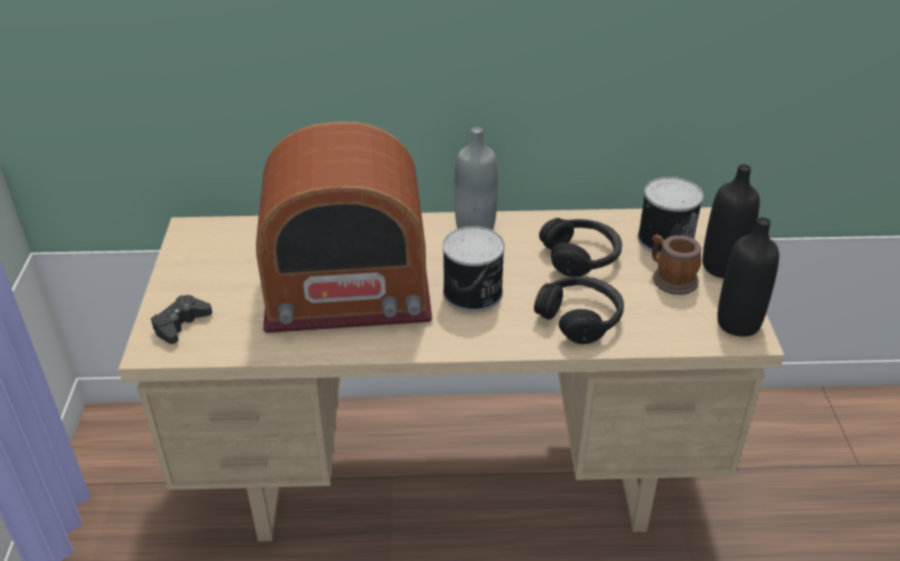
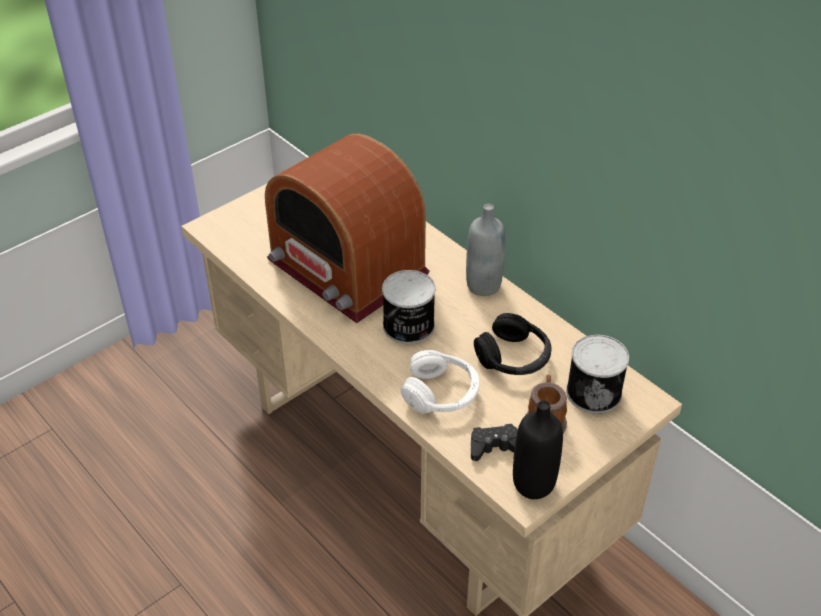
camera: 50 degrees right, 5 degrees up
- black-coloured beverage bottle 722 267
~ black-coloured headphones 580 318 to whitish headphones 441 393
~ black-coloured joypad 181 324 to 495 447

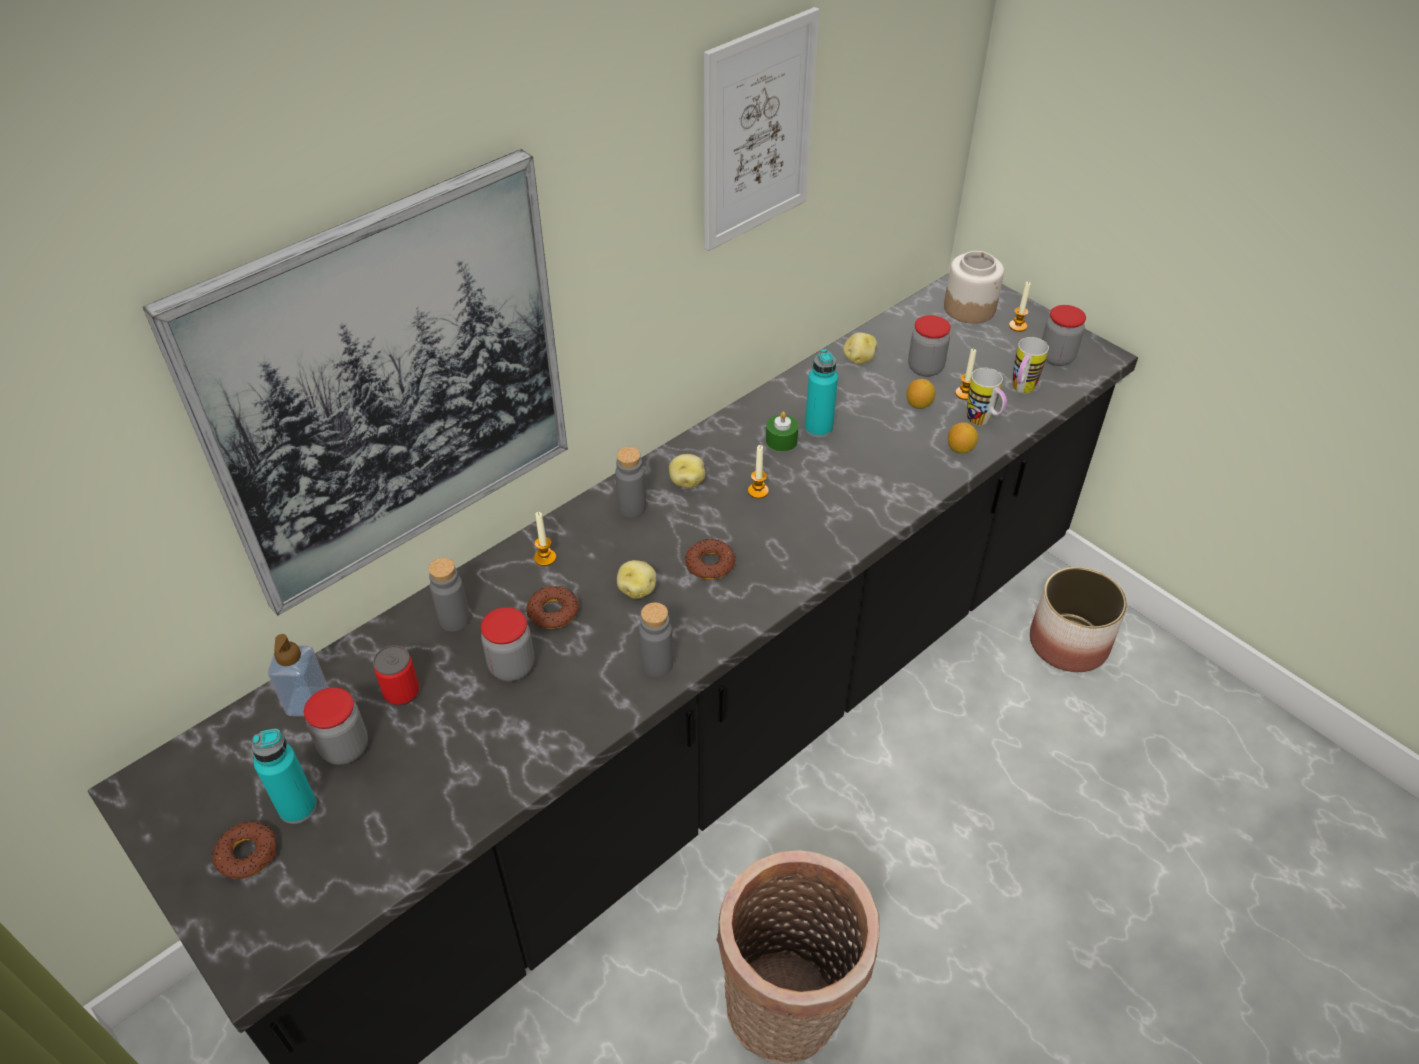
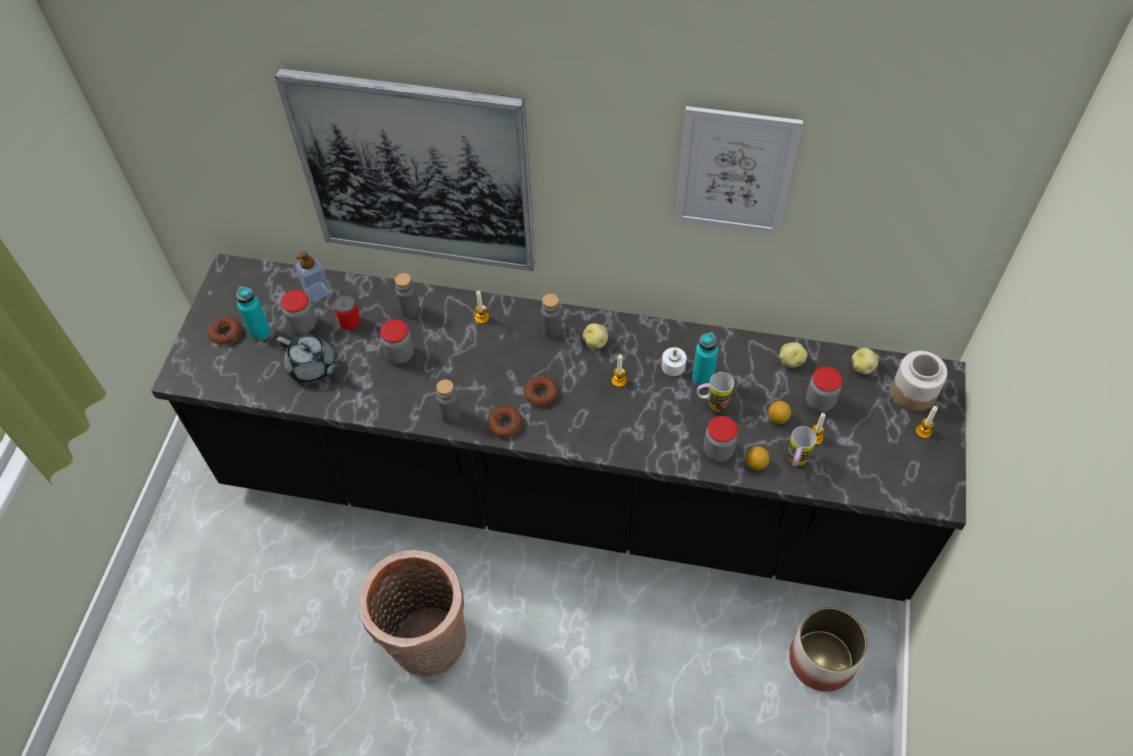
camera: 55 degrees right, 10 degrees up
~ storage jar 1056 357 to 718 451
~ mug 1020 391 to 712 405
~ green-coloured wax light 781 440 to whitish wax light 673 366
~ spud 637 589 to 863 367
~ donut 553 612 to 505 424
+ gray teapot 313 367

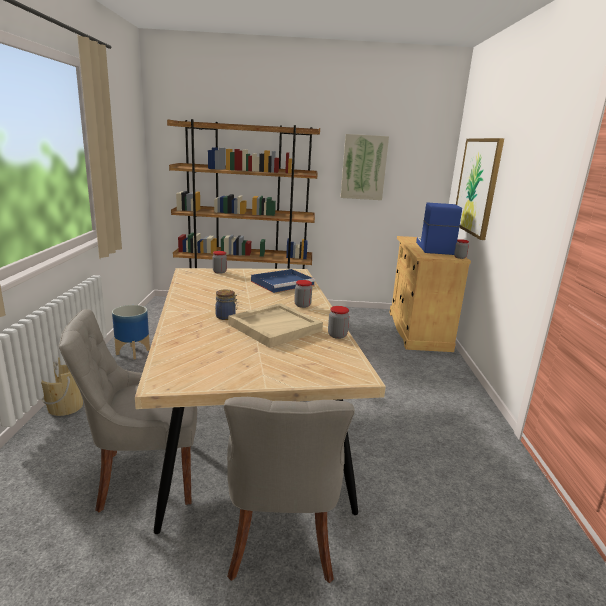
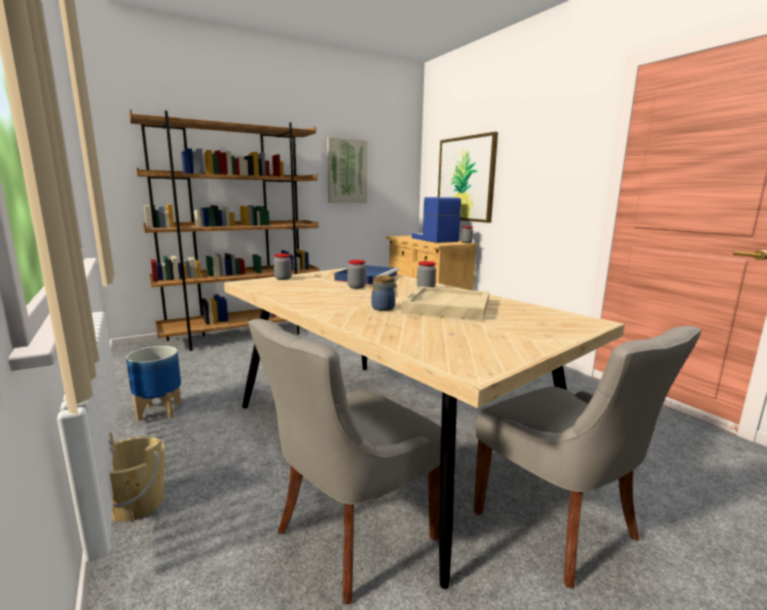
camera: 30 degrees left, 5 degrees down
~ storage jar 337 335 to 356 287

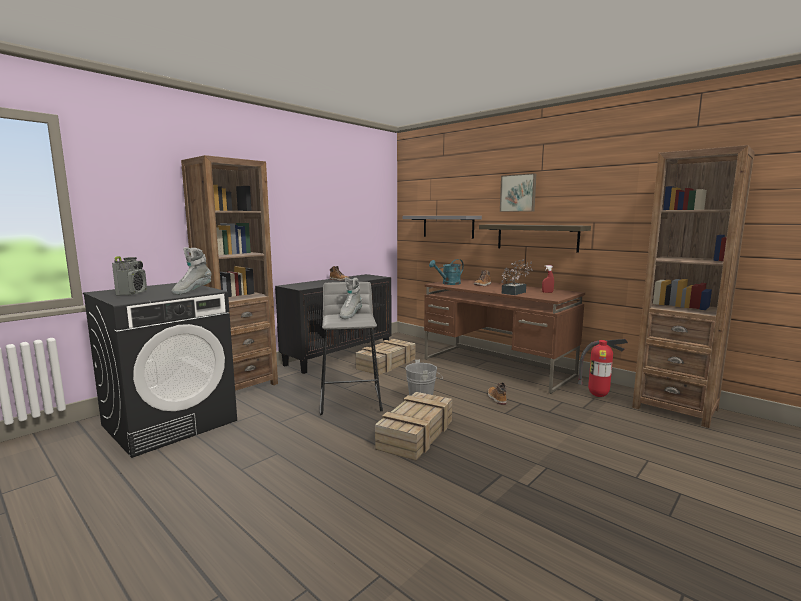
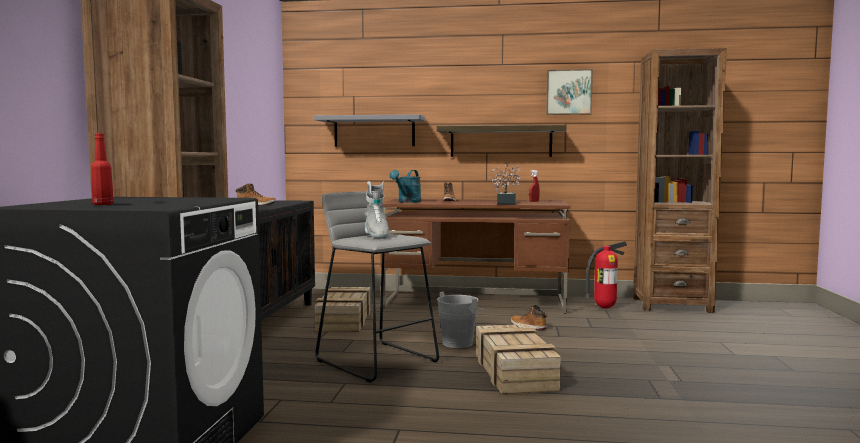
camera: 35 degrees left, 5 degrees down
~ picture 518 193 to 569 92
- gray tall boot 192 291
~ radio 132 293 to reddish beverage bottle 103 204

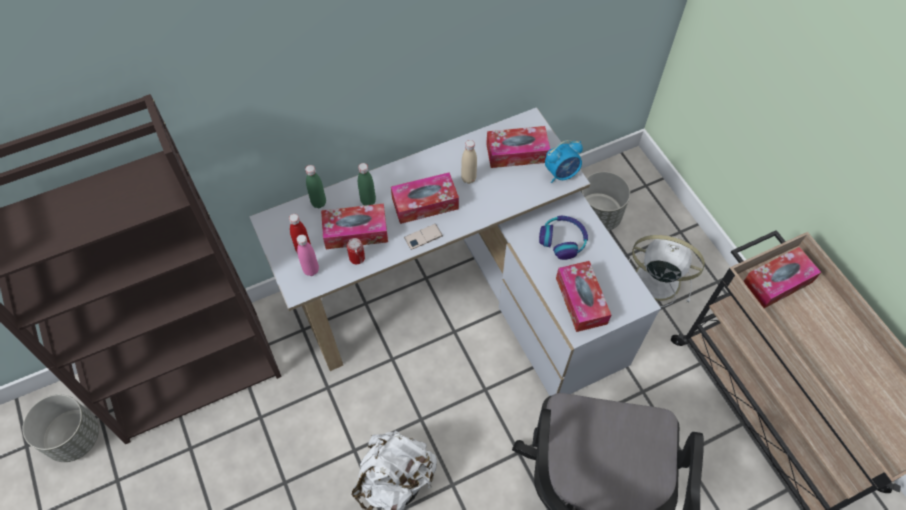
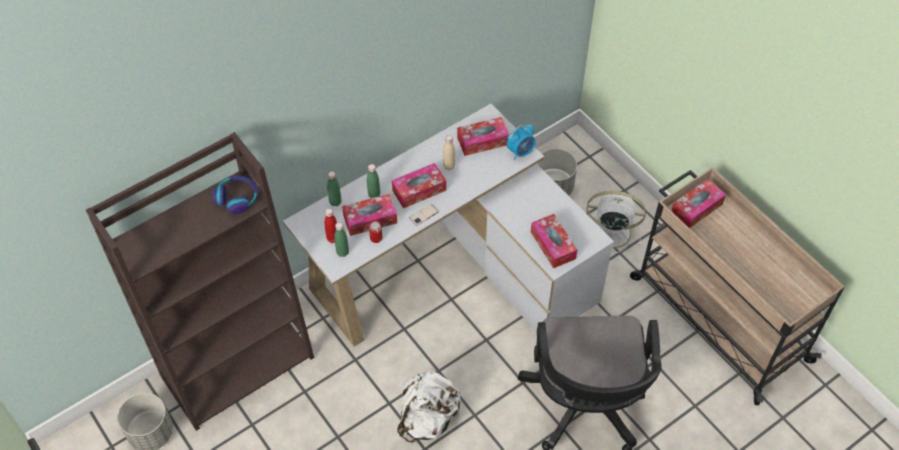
camera: 10 degrees left, 5 degrees down
~ headphones 563 240 to 237 197
~ pinkish beverage bottle 311 270 to green-coloured beverage bottle 342 252

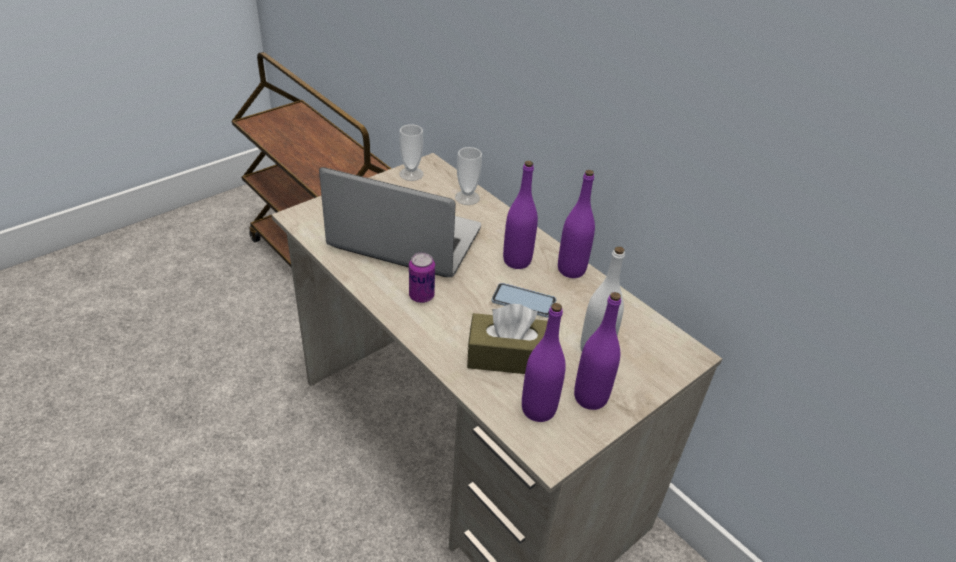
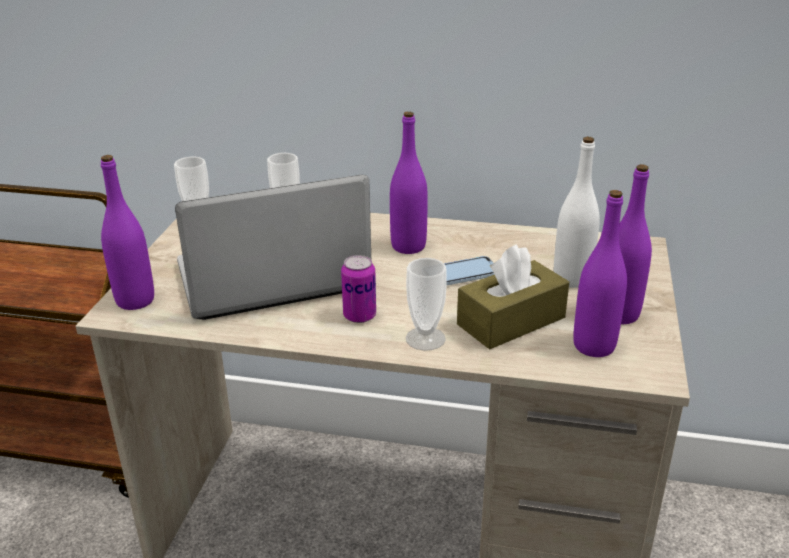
camera: 35 degrees left, 10 degrees down
~ purple-coloured beverage bottle 571 270 to 135 300
+ drinking cup 425 338

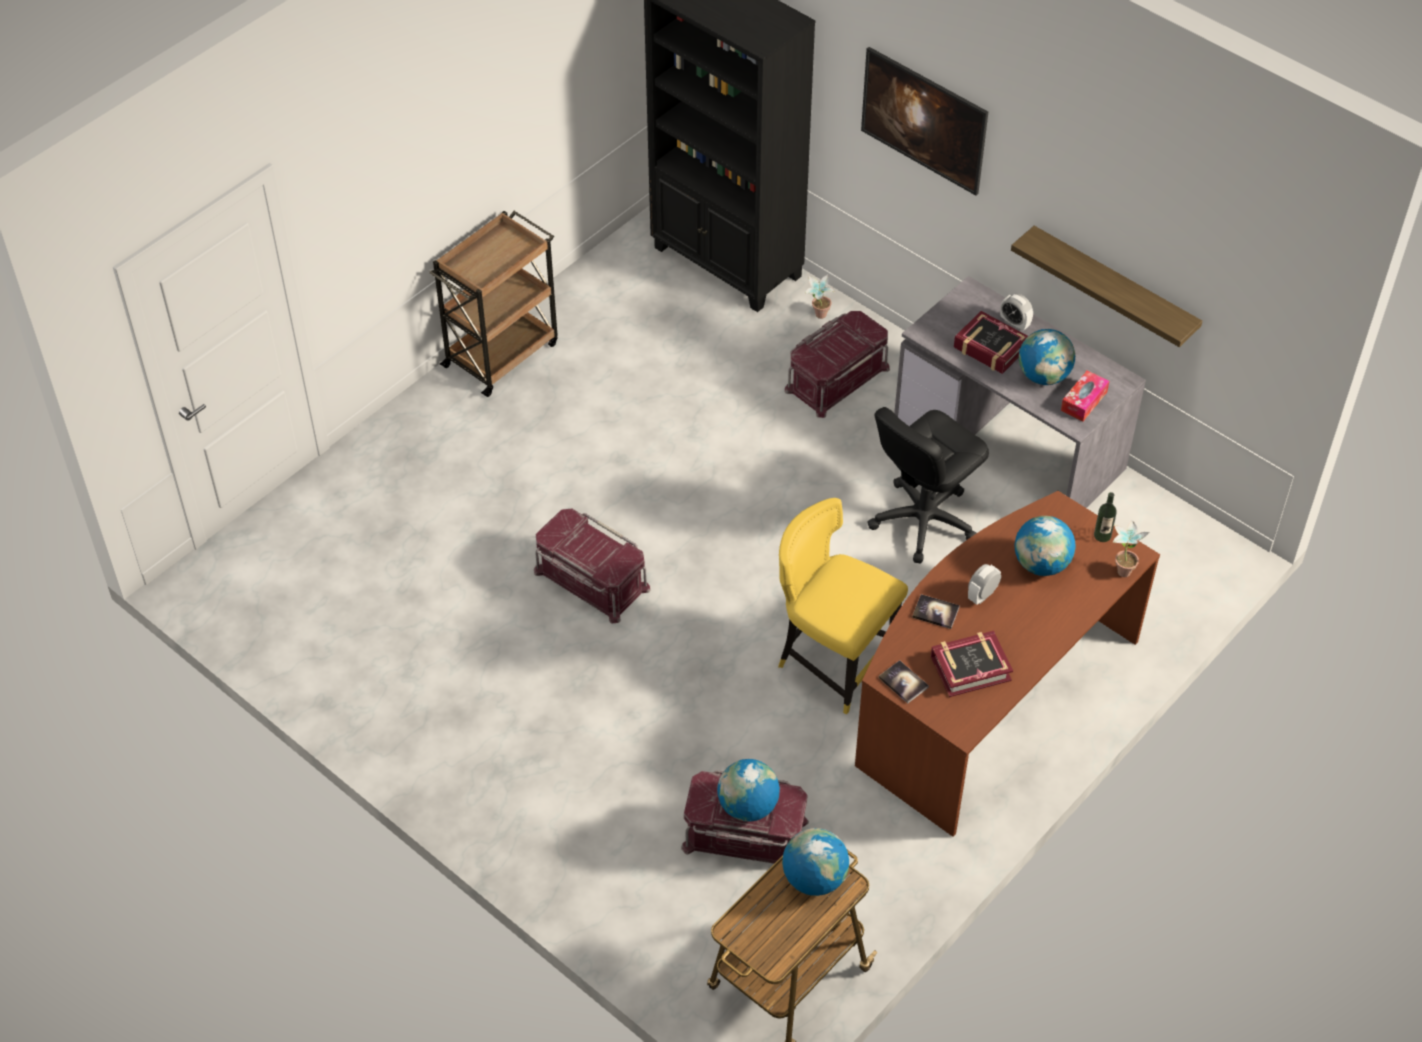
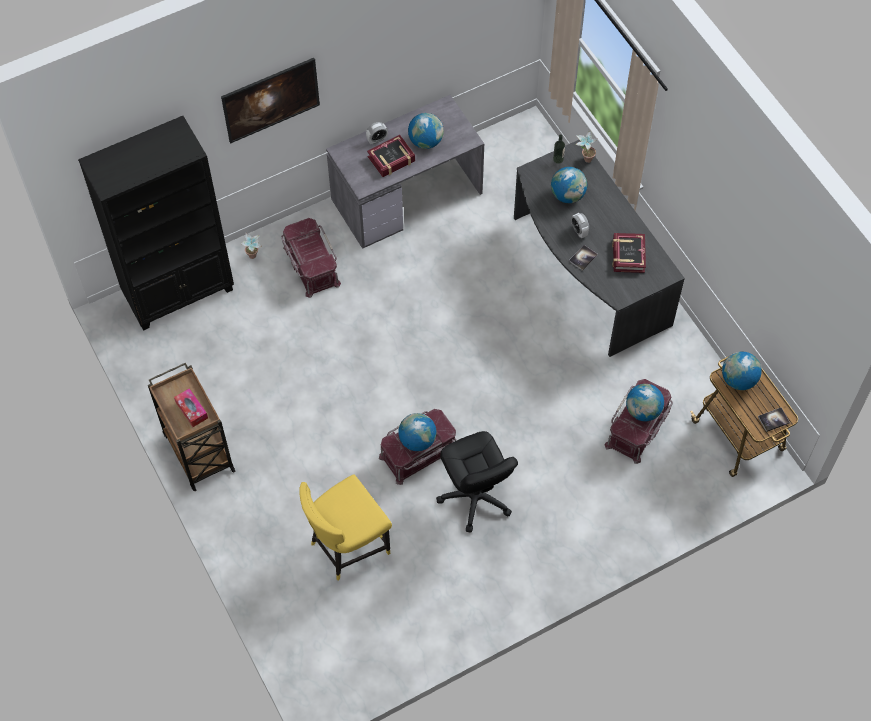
camera: 70 degrees left, 10 degrees up
- shelf 1113 288
~ tissue box 1083 401 to 191 410
~ black-coloured computer chair 923 520 to 475 497
~ brownish desk unit 991 697 to gray desk unit 586 273
~ yellow chair 833 661 to 347 546
~ book 903 682 to 773 420
+ globe 417 440

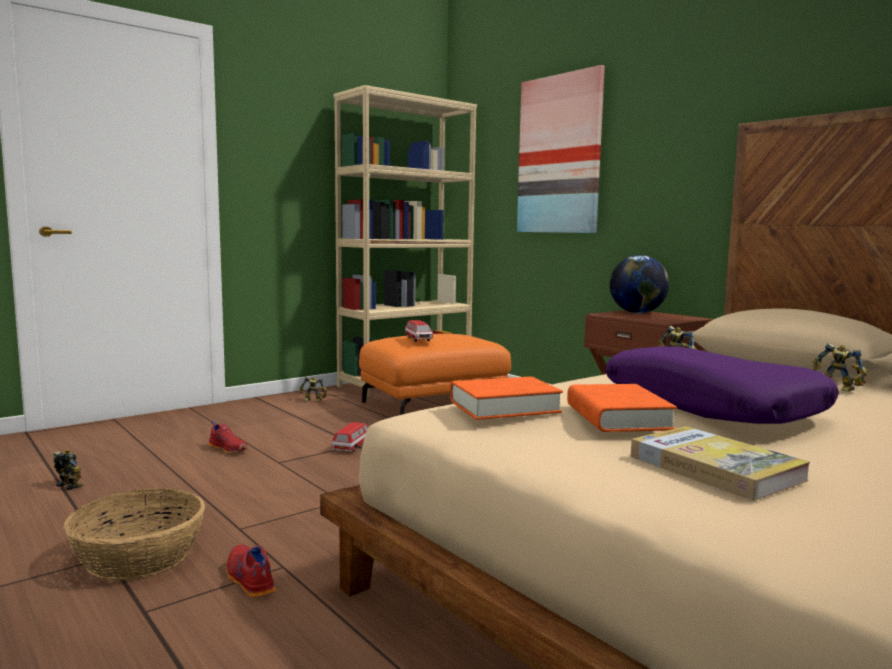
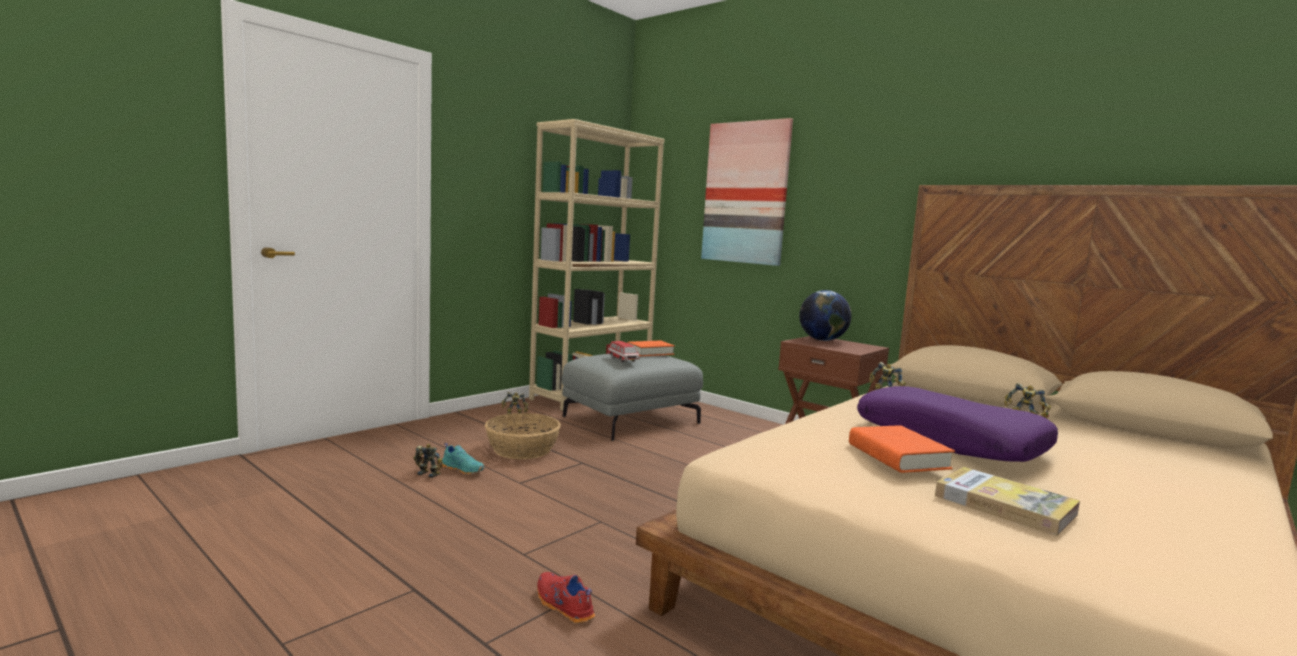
camera: 10 degrees left, 0 degrees up
~ orange-coloured pouffe 434 406 to gray pouffe 630 419
~ orange-coloured book 504 406 to 650 352
~ reddish item of footwear 229 449 to turquoise item of footwear 463 470
- miniature car 352 446
~ toy robot 71 485 to 429 473
~ basket 138 556 to 521 449

